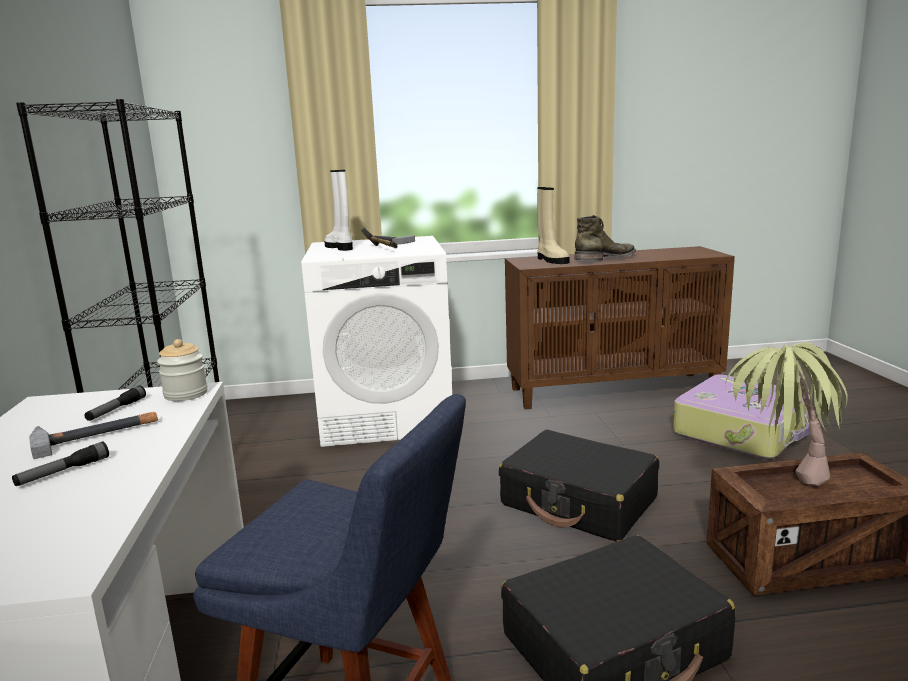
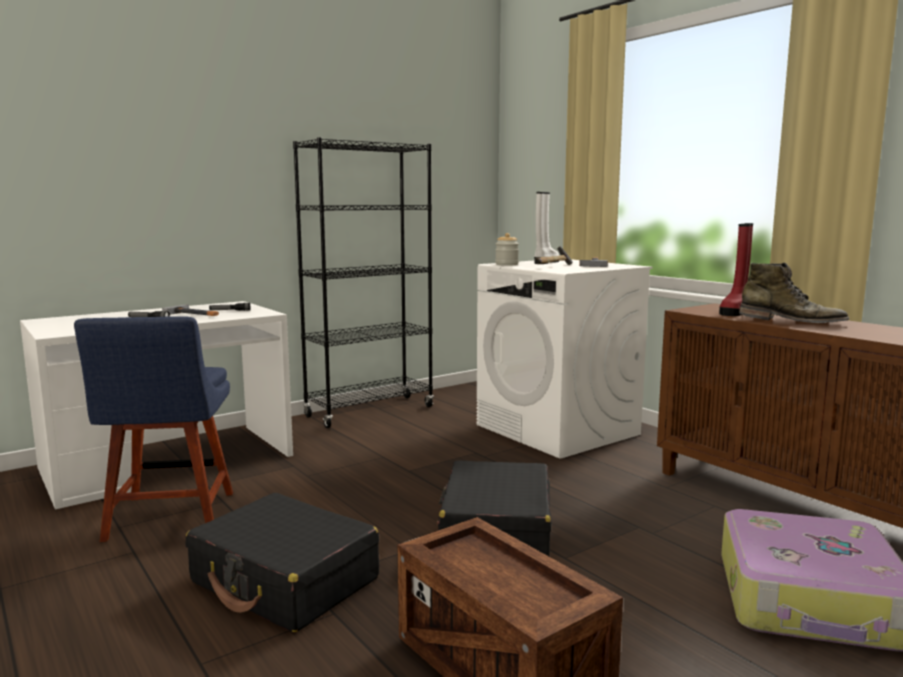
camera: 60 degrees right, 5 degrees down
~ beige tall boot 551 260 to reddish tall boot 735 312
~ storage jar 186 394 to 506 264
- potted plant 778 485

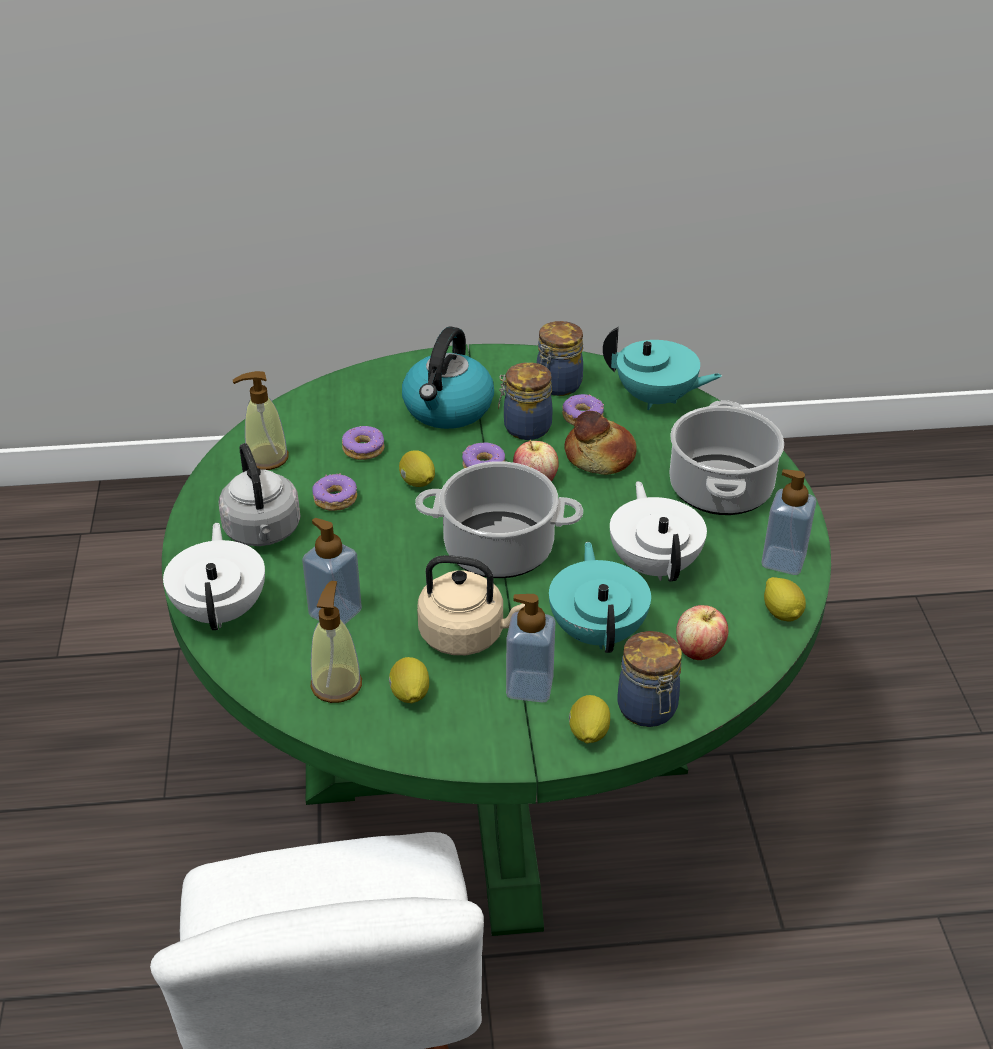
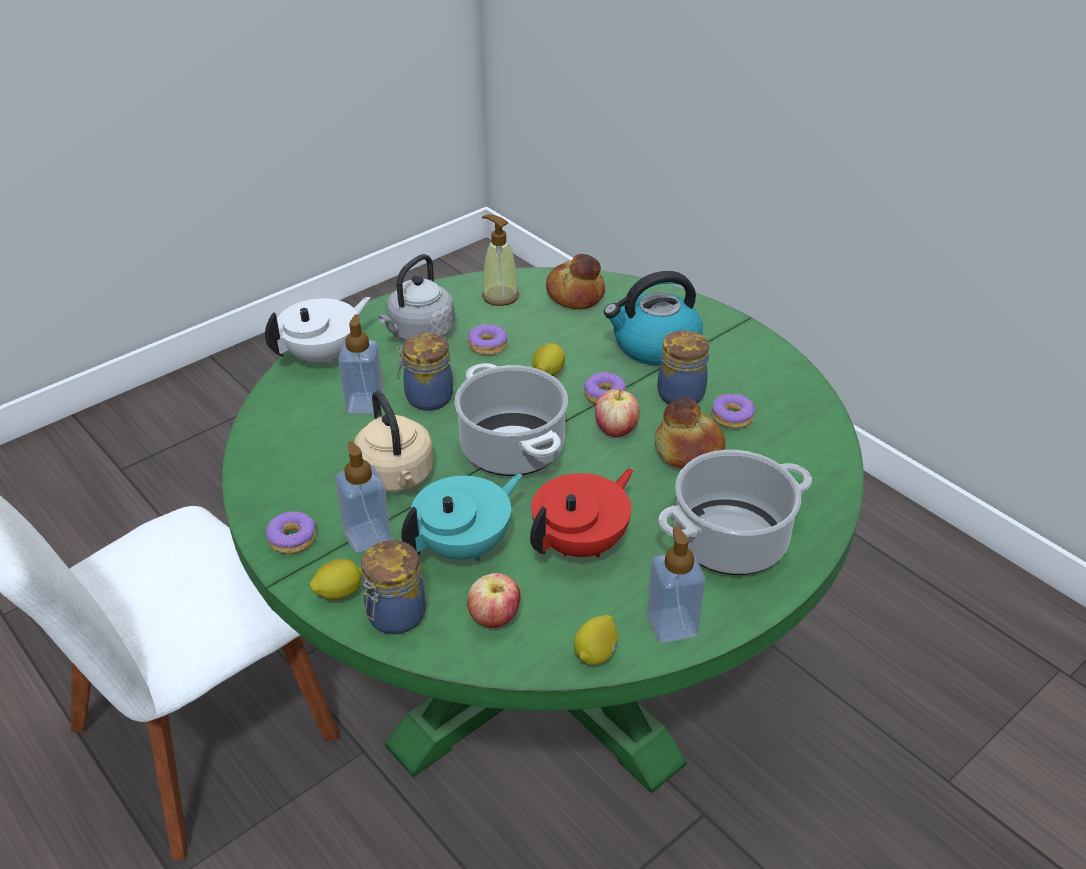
camera: 55 degrees right, 0 degrees up
~ storage jar 557 385 to 427 397
- turquoise teapot 656 399
~ donut 364 449 to 293 539
~ whitish teapot 655 564 to reddish teapot 582 543
- soap bottle 336 684
- lemon 409 695
+ bakery bread 576 294

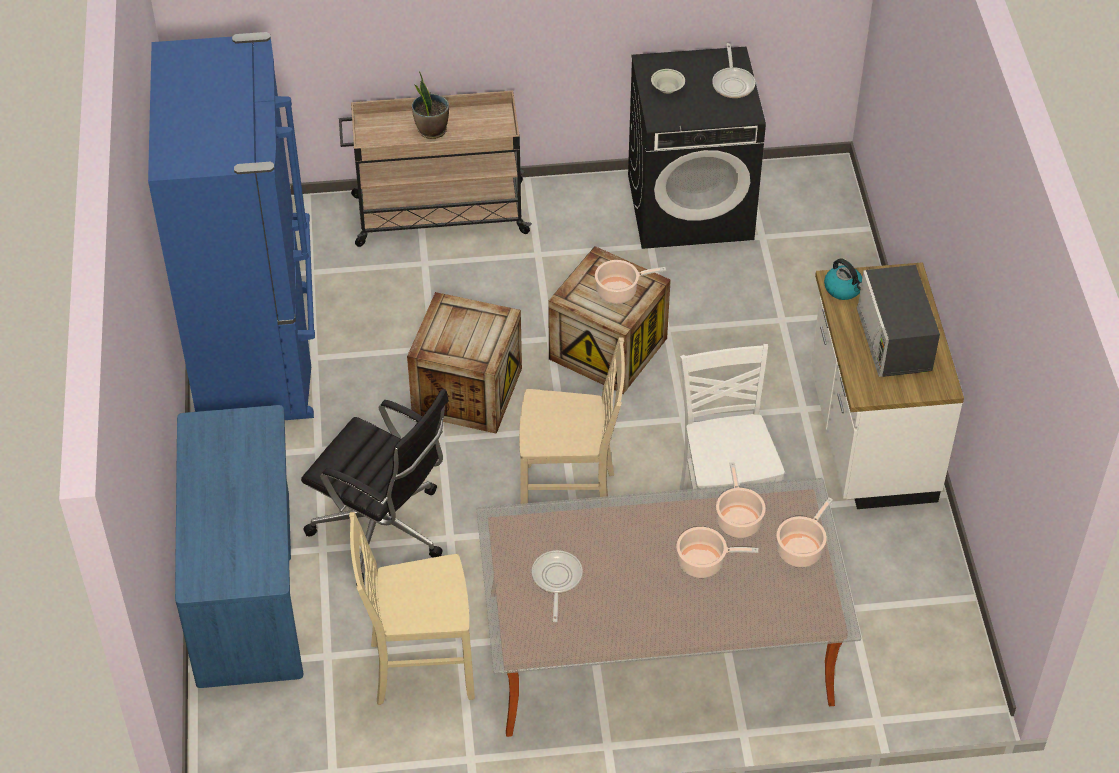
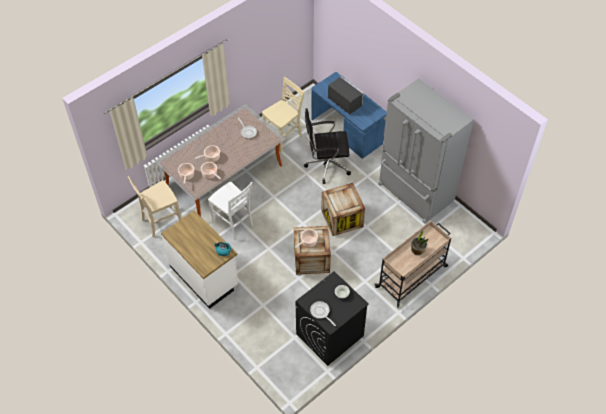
camera: 145 degrees right, 5 degrees up
~ bluish refrigerator 259 355 to gray refrigerator 414 193
~ microwave oven 894 341 to 344 102
~ beige chair 570 498 to 161 222

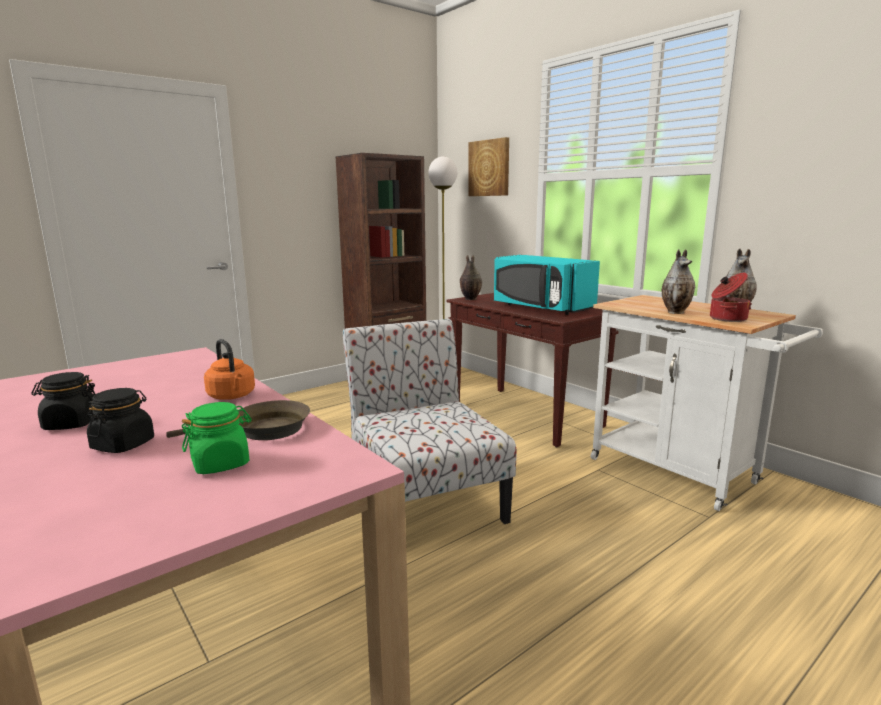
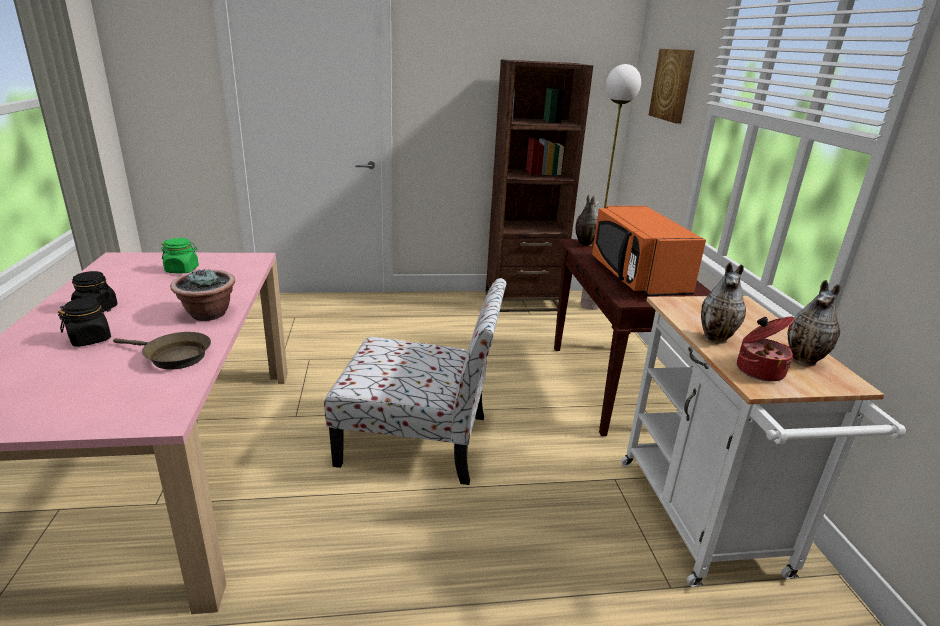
camera: 30 degrees right, 10 degrees up
~ turquoise microwave oven 541 308 to orange-coloured microwave oven 636 277
~ chair 425 499 = 418 440 90 degrees clockwise
~ orange-coloured tea kettle 232 396 to potted plant 208 314
~ green-coloured storage jar 221 463 to 182 270

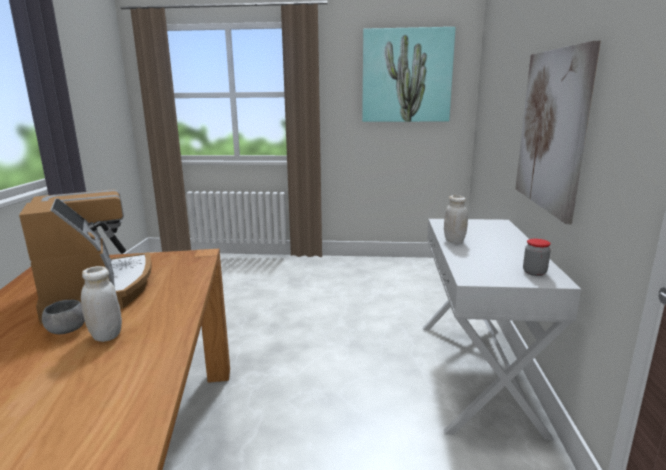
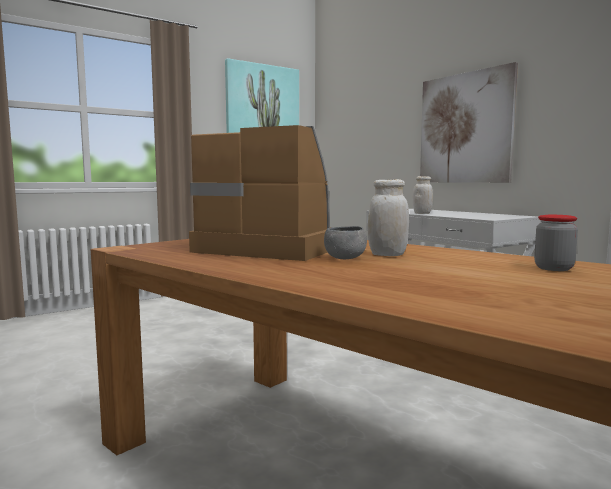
camera: 40 degrees left, 10 degrees down
~ storage jar 534 272 to 553 268

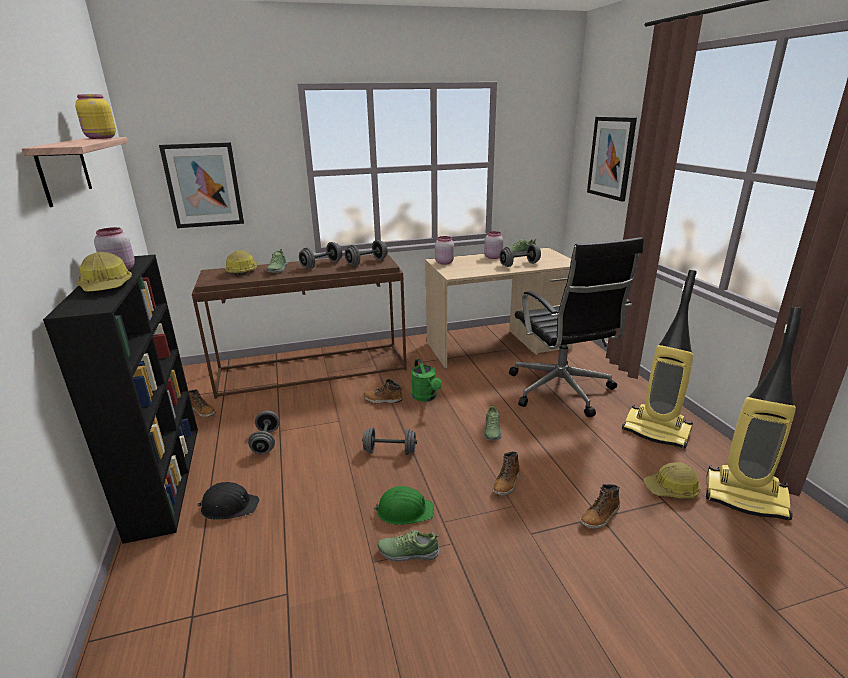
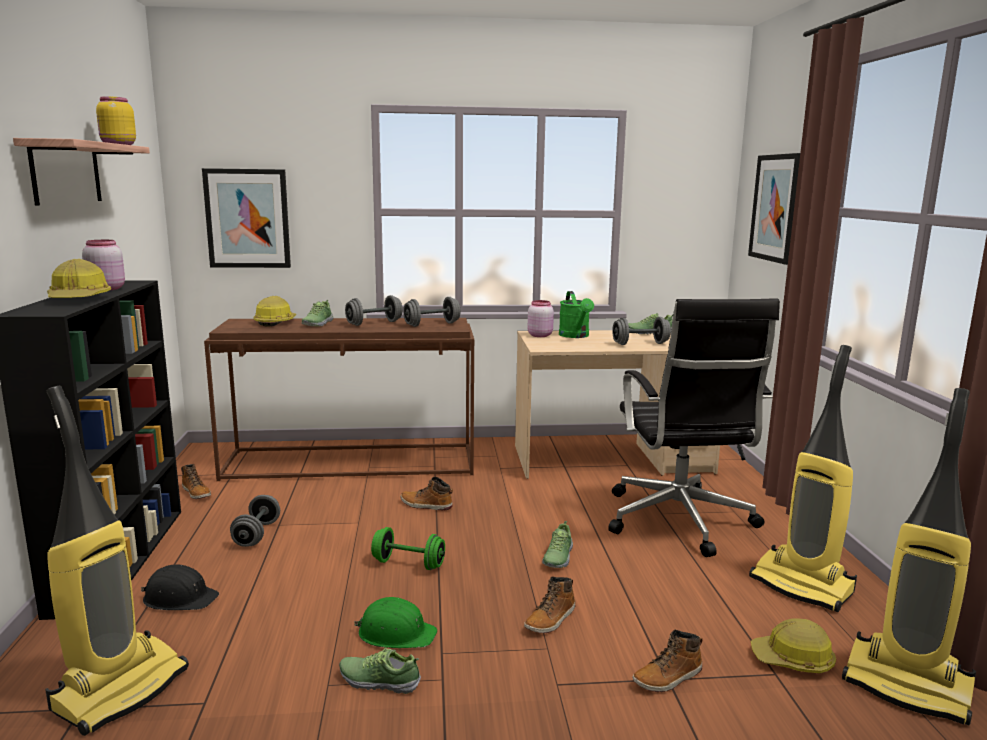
camera: 10 degrees right, 10 degrees down
- pinkish storage jar 493 257
~ green-coloured watering pot 426 397 to 576 336
~ gray dumbbell 390 451 to green-coloured dumbbell 408 564
+ vacuum cleaner 120 689

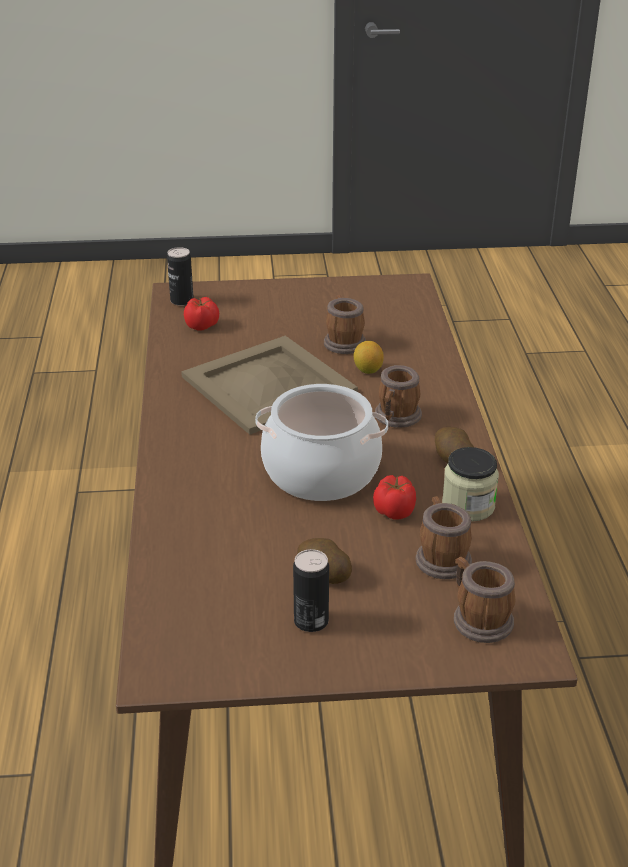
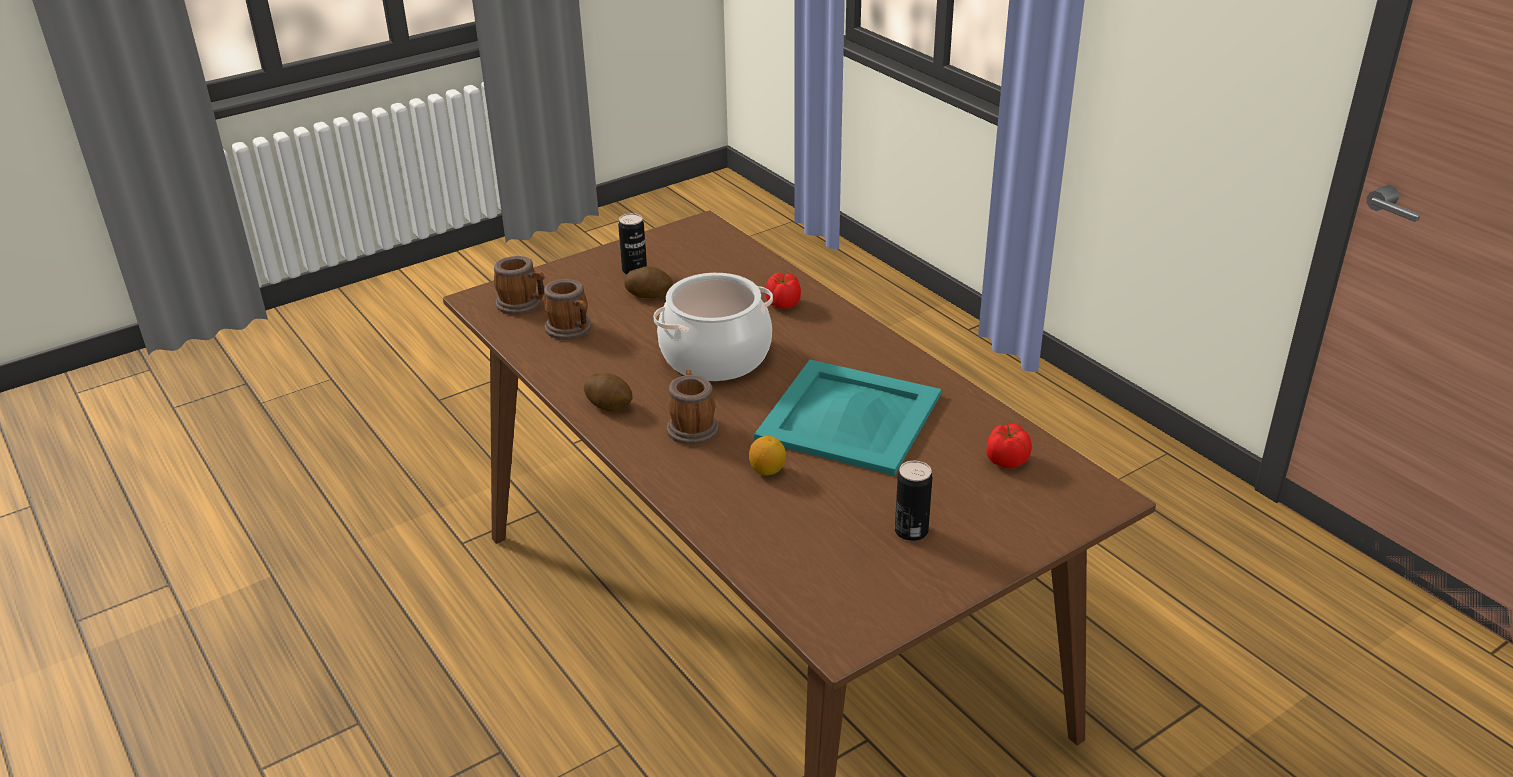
camera: 150 degrees right, 0 degrees up
~ sealed can 182 301 to 911 531
- mug 343 341
~ beige carrying tray 269 383 to turquoise carrying tray 850 418
- storage jar 468 506
~ fresh tomato 395 511 to 782 304

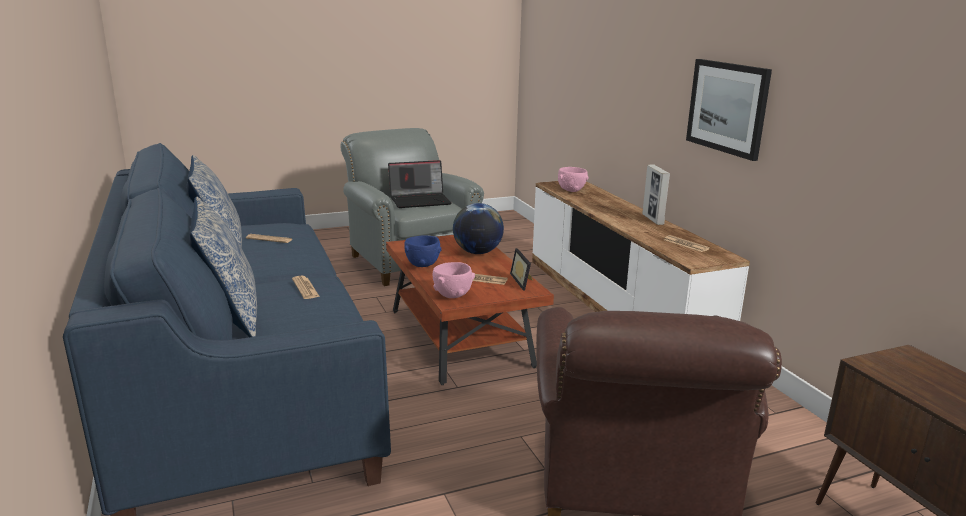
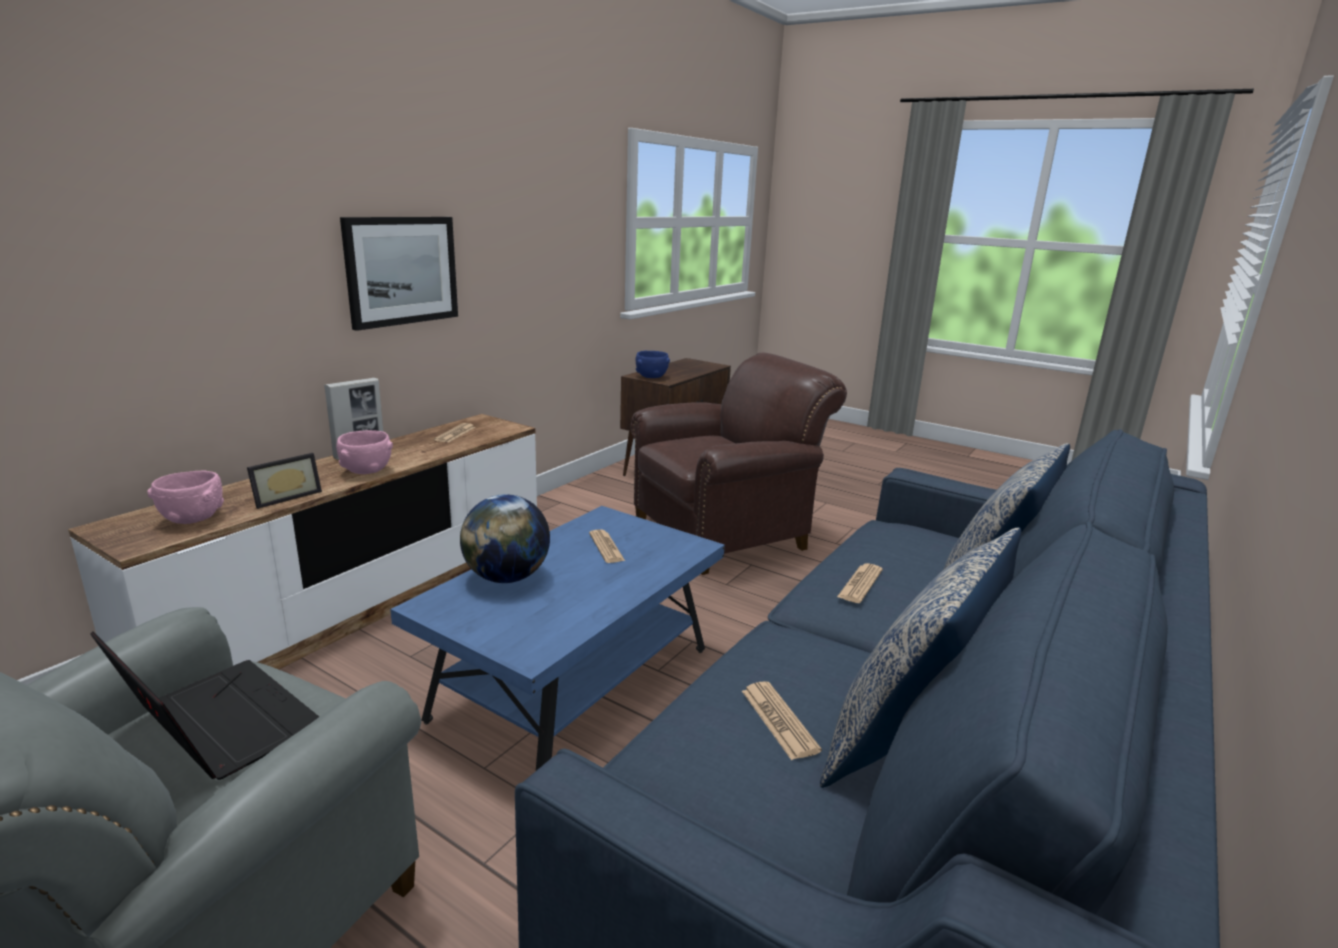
camera: 125 degrees left, 0 degrees up
~ brownish lounge table 460 338 to bluish lounge table 574 683
~ bluish bowl 423 265 to 651 377
~ photo frame 524 281 to 285 497
~ pinkish bowl 452 295 to 367 471

